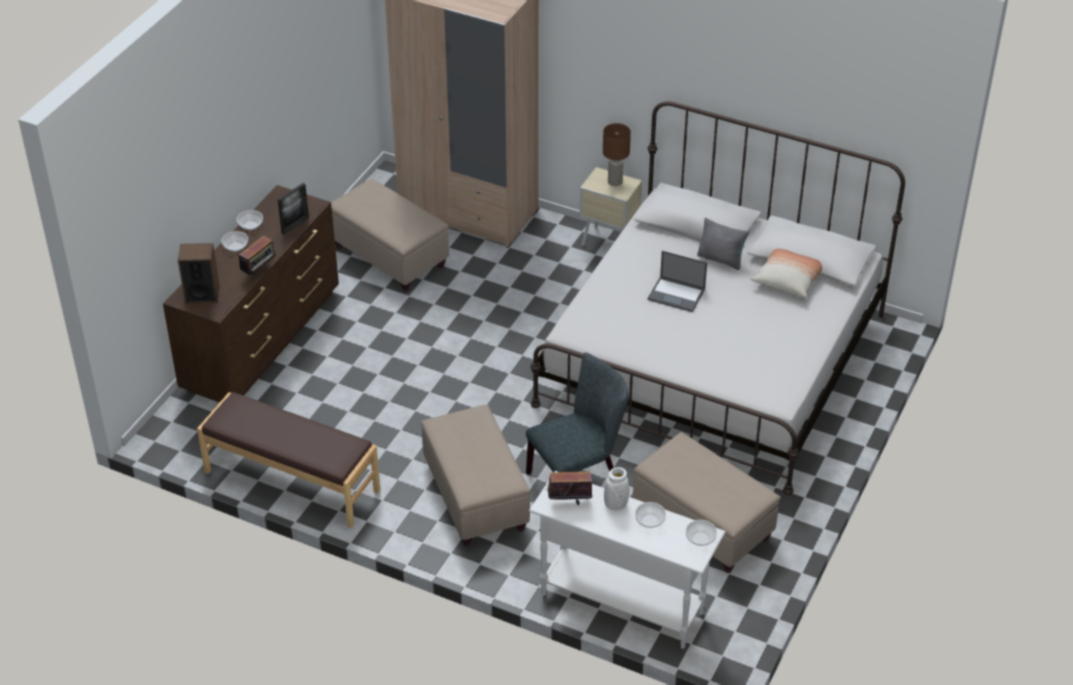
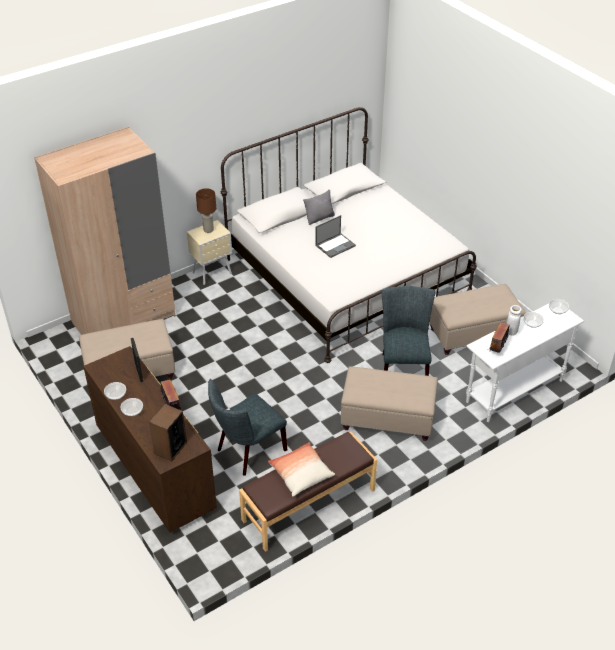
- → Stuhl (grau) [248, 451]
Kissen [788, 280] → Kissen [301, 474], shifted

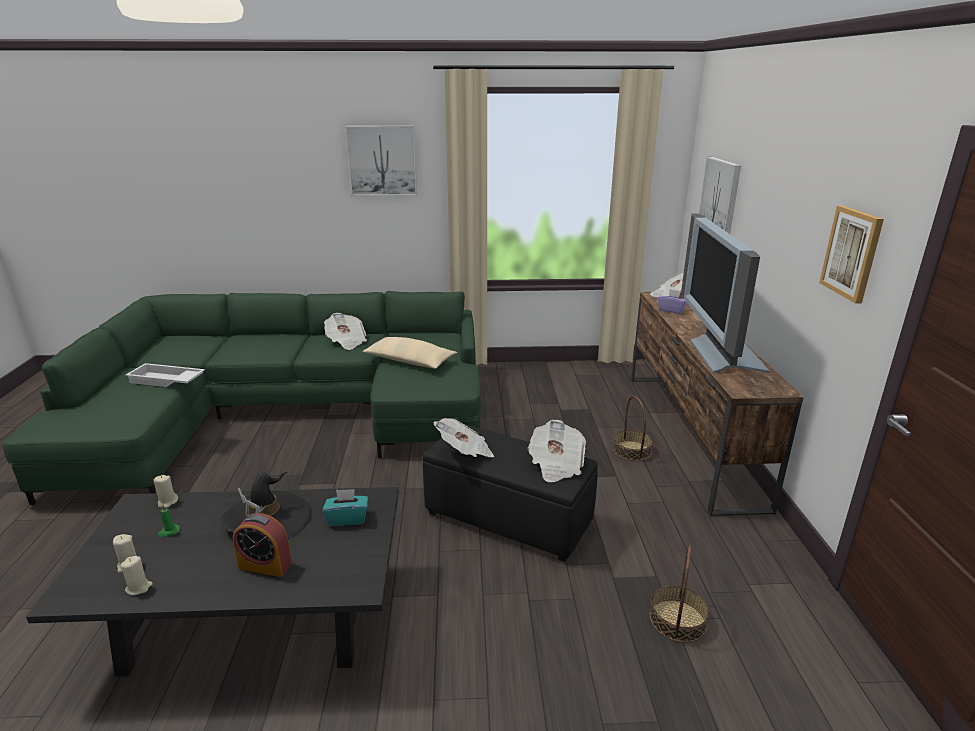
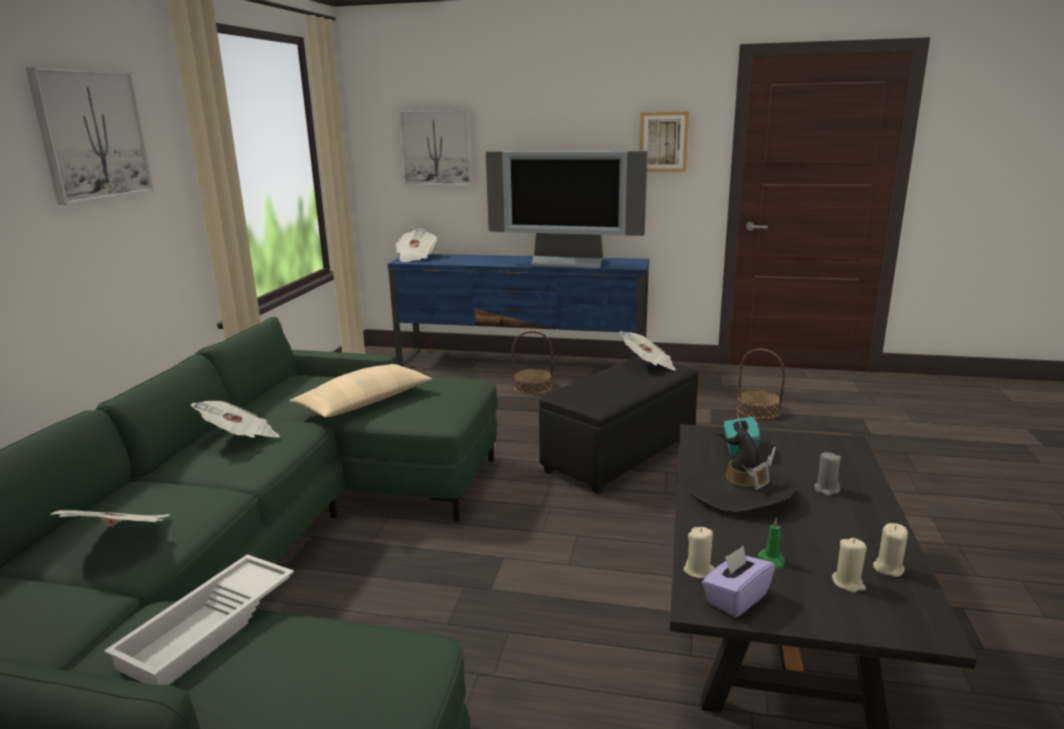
Zeitung [465, 452] → Zeitung [121, 538], shifted
Taschentuchbox (lila) [671, 310] → Taschentuchbox (lila) [736, 599], shifted
Wecker [265, 565] → Kerze (grau) [826, 489]
Fernsehschrank (braun) [690, 435] → Fernsehschrank (blau) [521, 363]

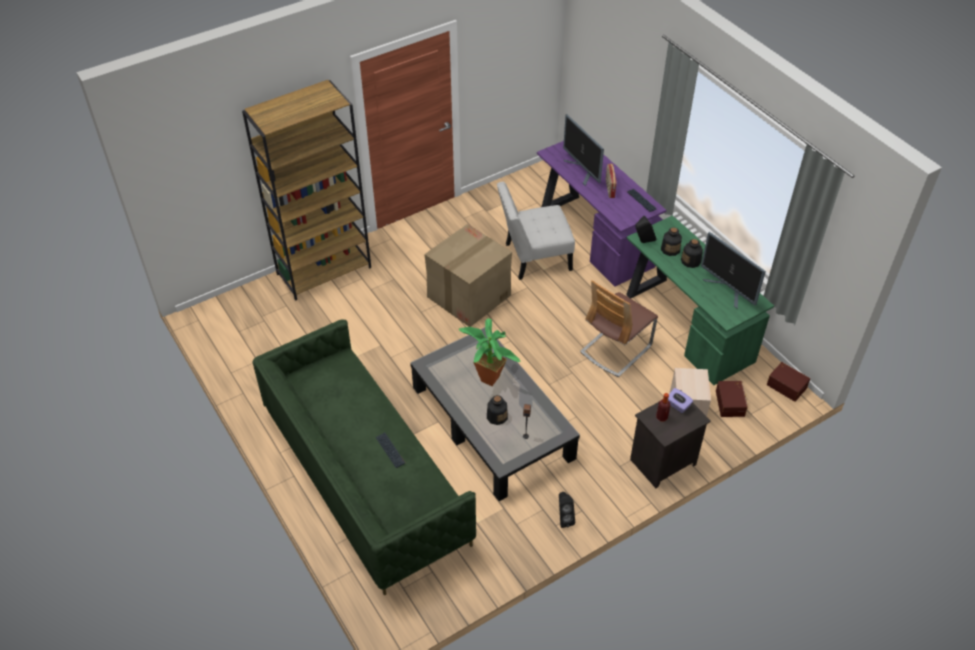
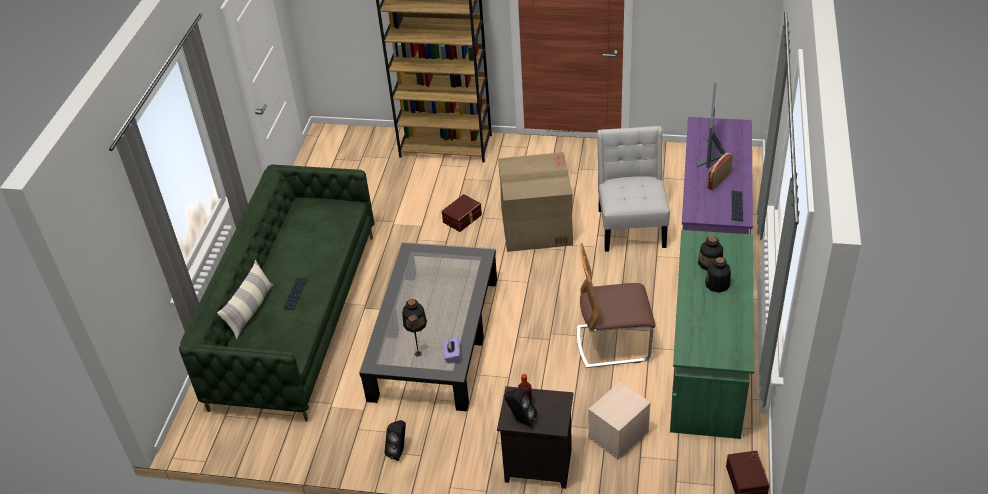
Topfpflanze [488, 376] → -
Monitor [728, 291] → -
- → Kissen [250, 310]
Lautsprecher (schwarz) [643, 242] → Lautsprecher (schwarz) [521, 420], shifted
Taschentuchbox (lila) [678, 405] → Taschentuchbox (lila) [452, 355], shifted
Aufbewahrungsbox (braun) [731, 403] → Aufbewahrungsbox (braun) [463, 219], shifted
Stuhl (weiß) [534, 257] → Stuhl (weiß) [631, 225], 60 degrees clockwise

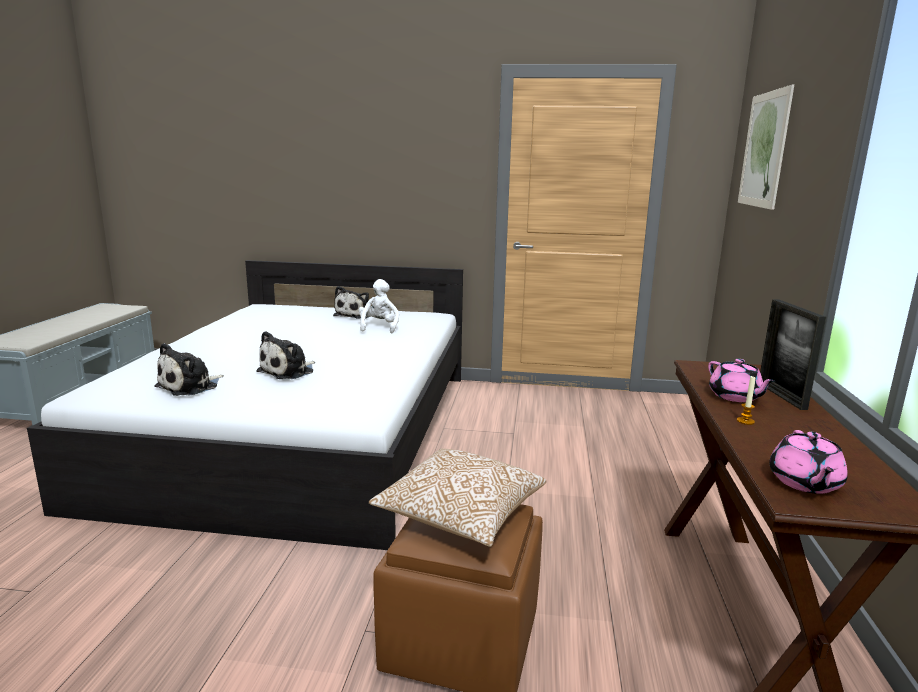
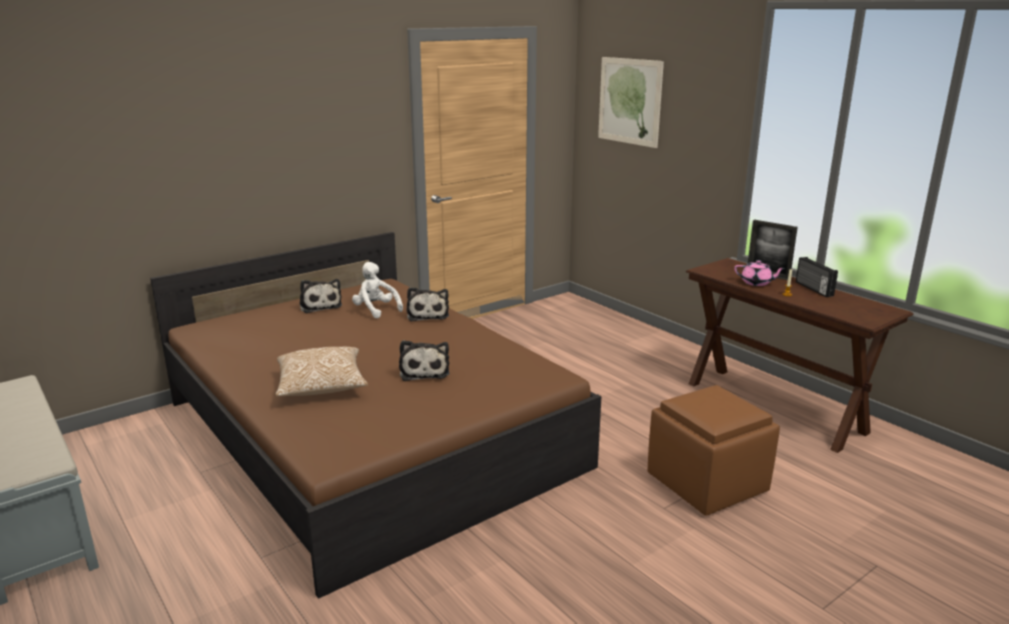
Teekanne (rosa) [804, 483] → -
- → Radio [813, 289]
Plüschtier [190, 386] → Plüschtier [427, 314], shifted
Kissen [460, 515] → Kissen [321, 387], shifted
Bett (weiß) [303, 431] → Bett (braun) [368, 434]

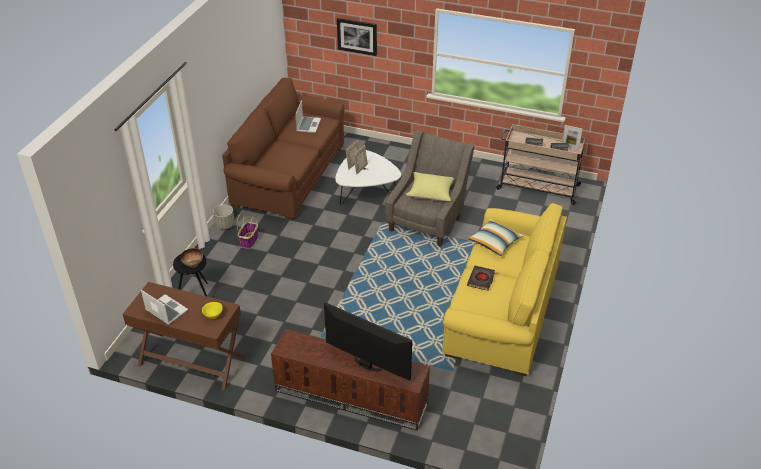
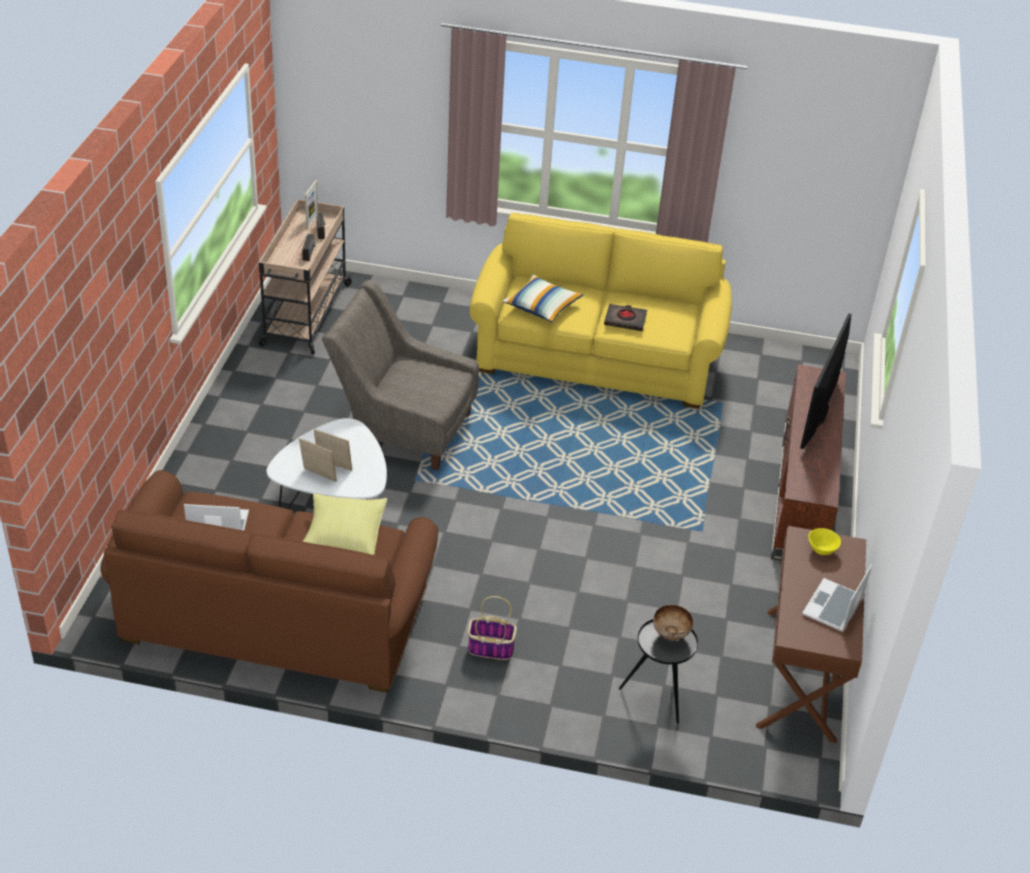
Pflanzkübel (grau) [225, 225] → -
Bild [357, 36] → -
Kissen (gelb) [431, 193] → Kissen (gelb) [343, 537], shifted

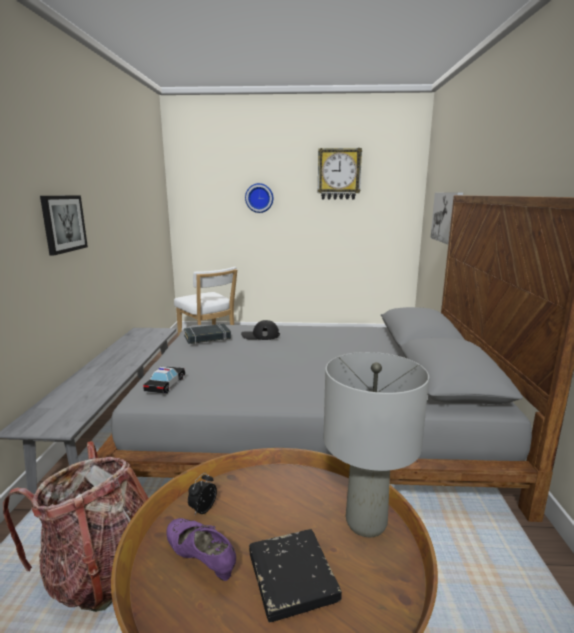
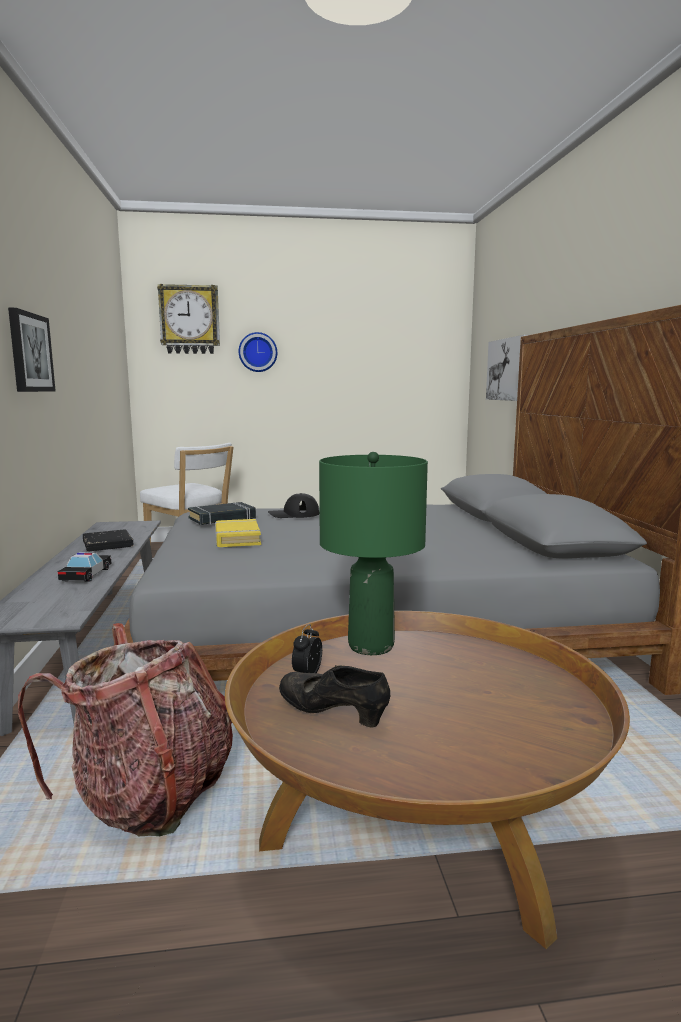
Tischlampe (grau) [365, 523] → -
- → Buch (gelb) [237, 538]
- → Tischlampe (grün) [371, 646]
Spielzeugauto [165, 385] → Spielzeugauto [86, 575], shifted
Buch (schwarz) [292, 577] → Buch (schwarz) [108, 544], shifted
Wanduhr [339, 174] → Wanduhr [189, 320], shifted
Schuh (lila) [201, 560] → Schuh (schwarz) [333, 715]

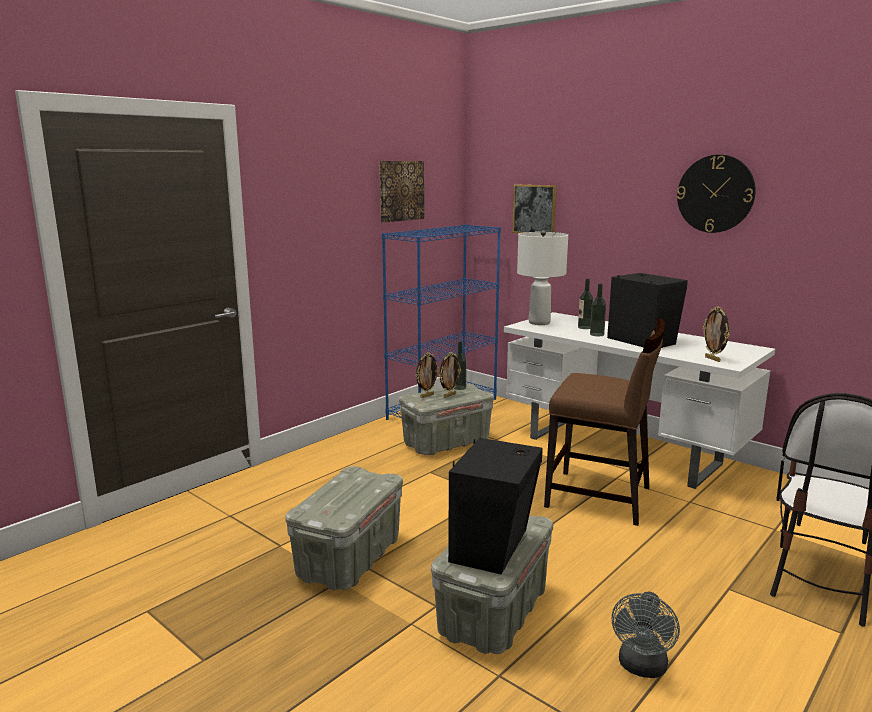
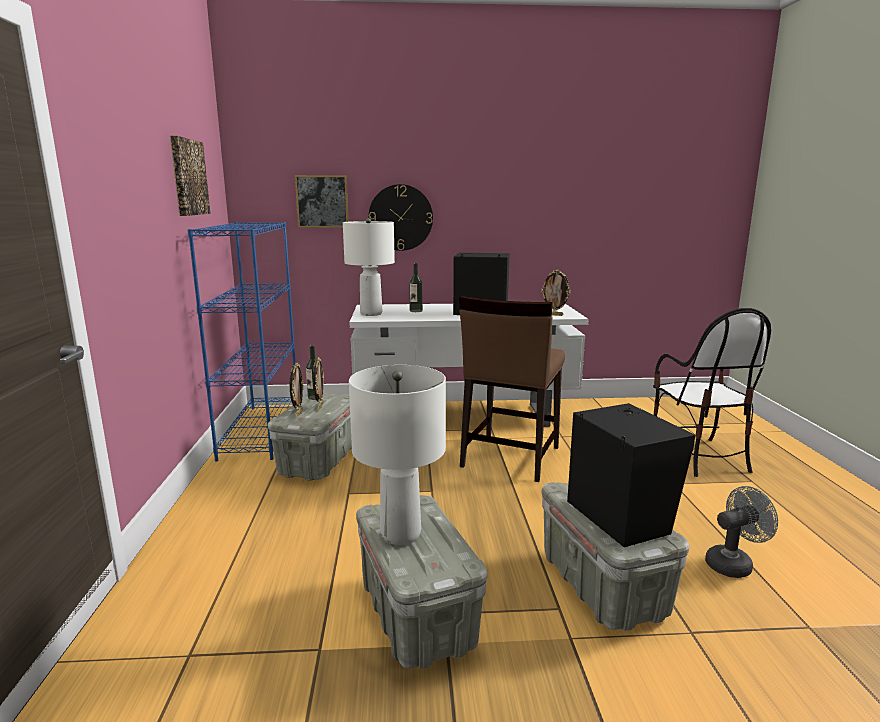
Flasche [597, 334] → -
- → Tischlampe (weiß) [401, 534]
Wanduhr [715, 194] → Wanduhr [400, 217], shifted
Stuhl (braun) [599, 497] → Stuhl (braun) [509, 457], 135 degrees clockwise
Ventilator (grau) [642, 668] → Ventilator (grau) [733, 563], 90 degrees counterclockwise

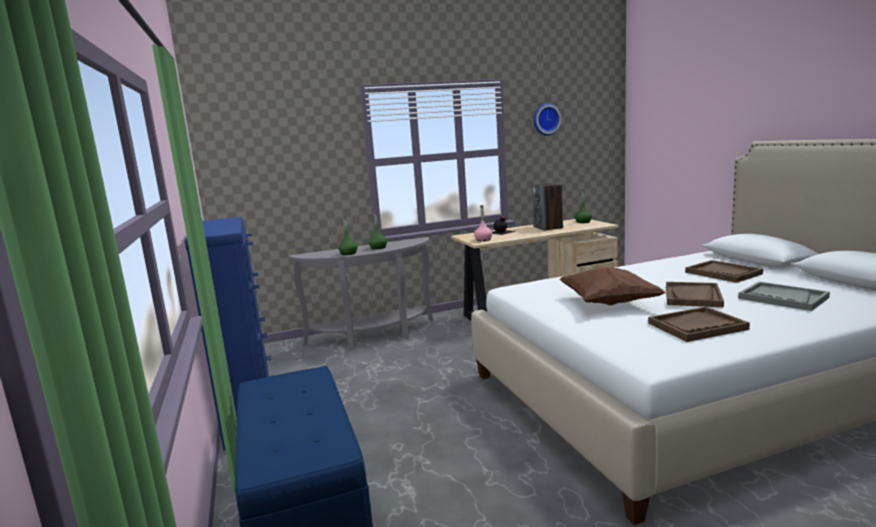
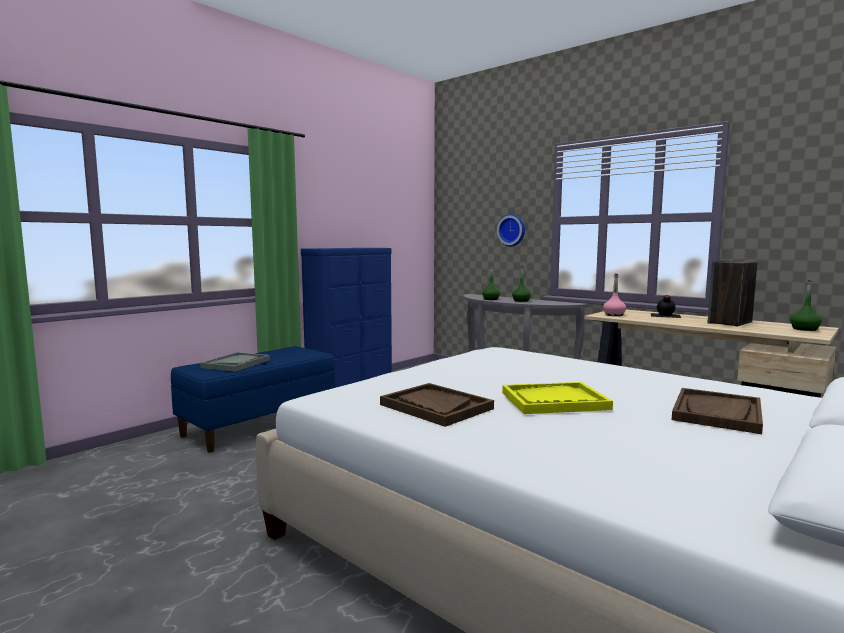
Kissen (braun) [608, 303] → -
Wanduhr [545, 119] → Wanduhr [512, 230], shifted
Tablett (grau) [782, 298] → Tablett (grau) [236, 363], shifted
Tablett (braun) [693, 296] → Tablett (gelb) [554, 401]

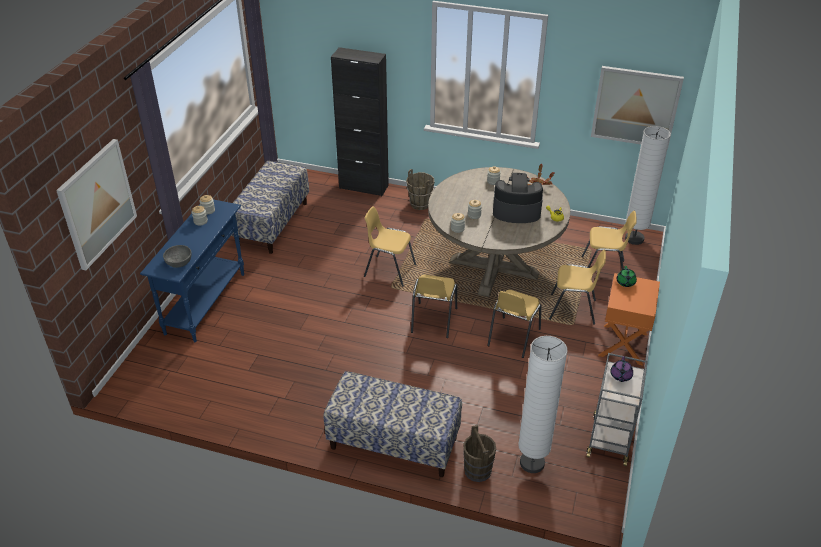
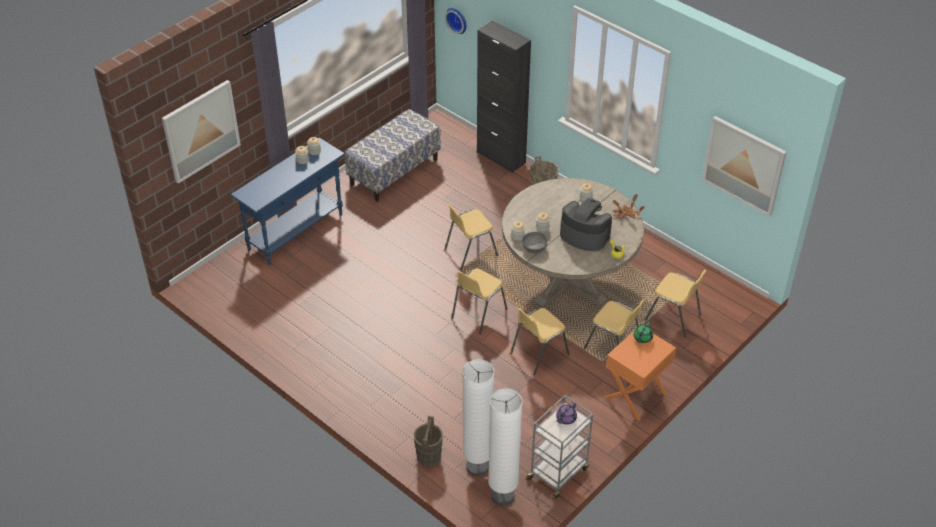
Bank [393, 443] → -
- → Wanduhr [457, 19]
Schüssel (grau) [179, 262] → Schüssel (grau) [534, 247], shifted
Stehlampe (weiß) [634, 239] → Stehlampe (weiß) [503, 496], shifted
Stuhl (gelb) [389, 270] → Stuhl (gelb) [470, 252], 75 degrees counterclockwise

